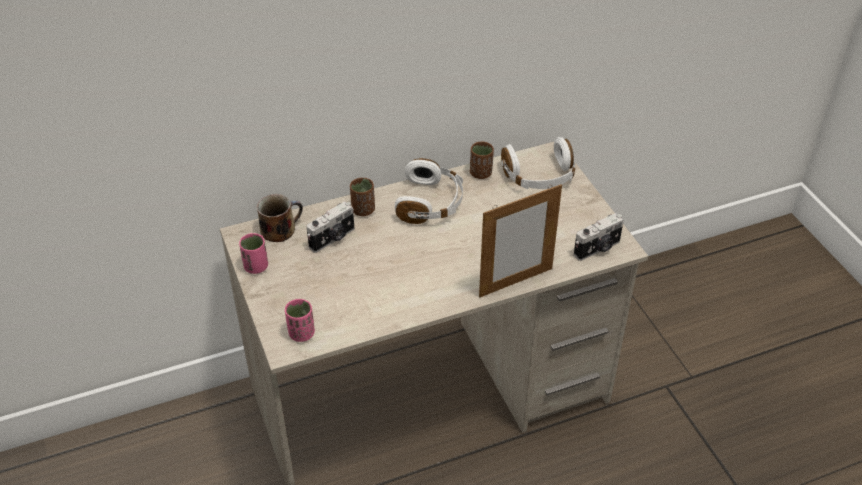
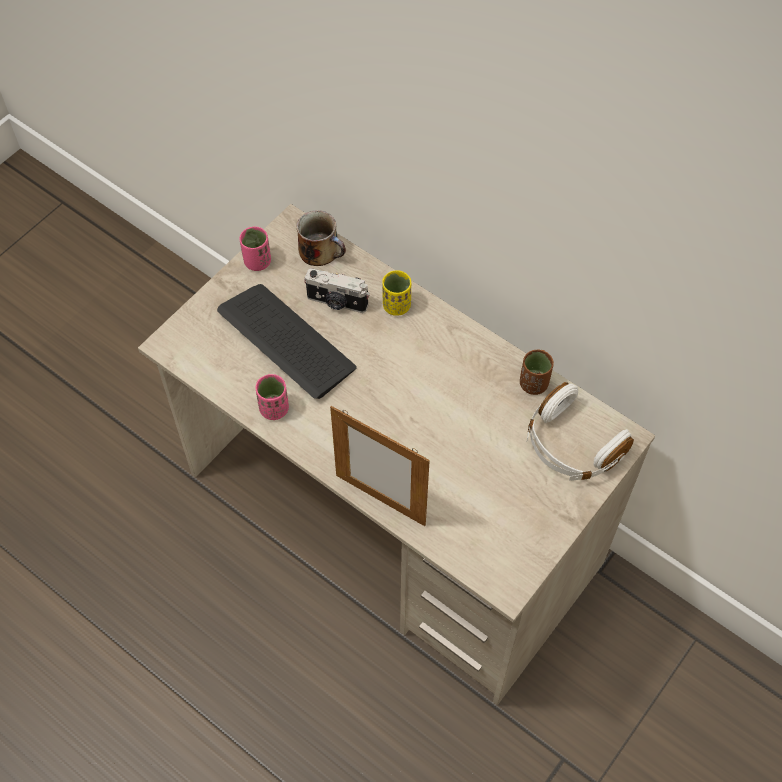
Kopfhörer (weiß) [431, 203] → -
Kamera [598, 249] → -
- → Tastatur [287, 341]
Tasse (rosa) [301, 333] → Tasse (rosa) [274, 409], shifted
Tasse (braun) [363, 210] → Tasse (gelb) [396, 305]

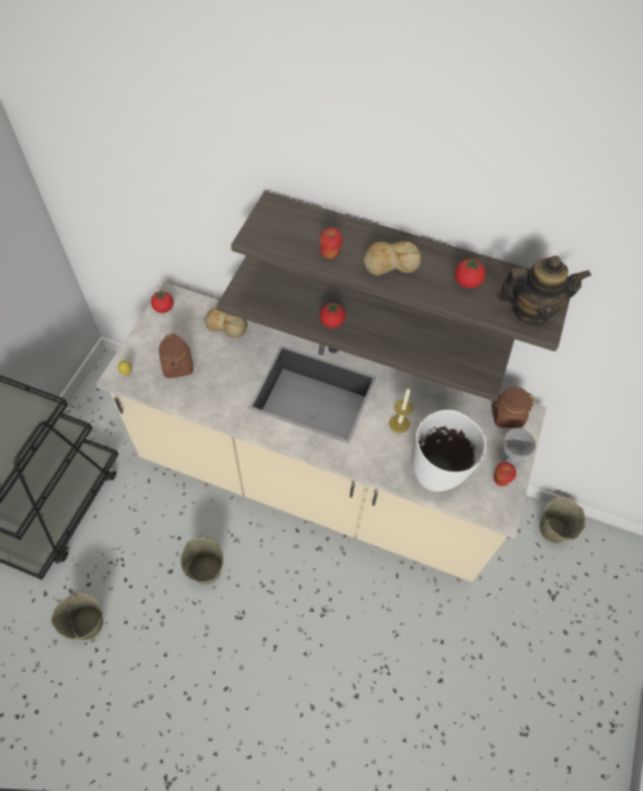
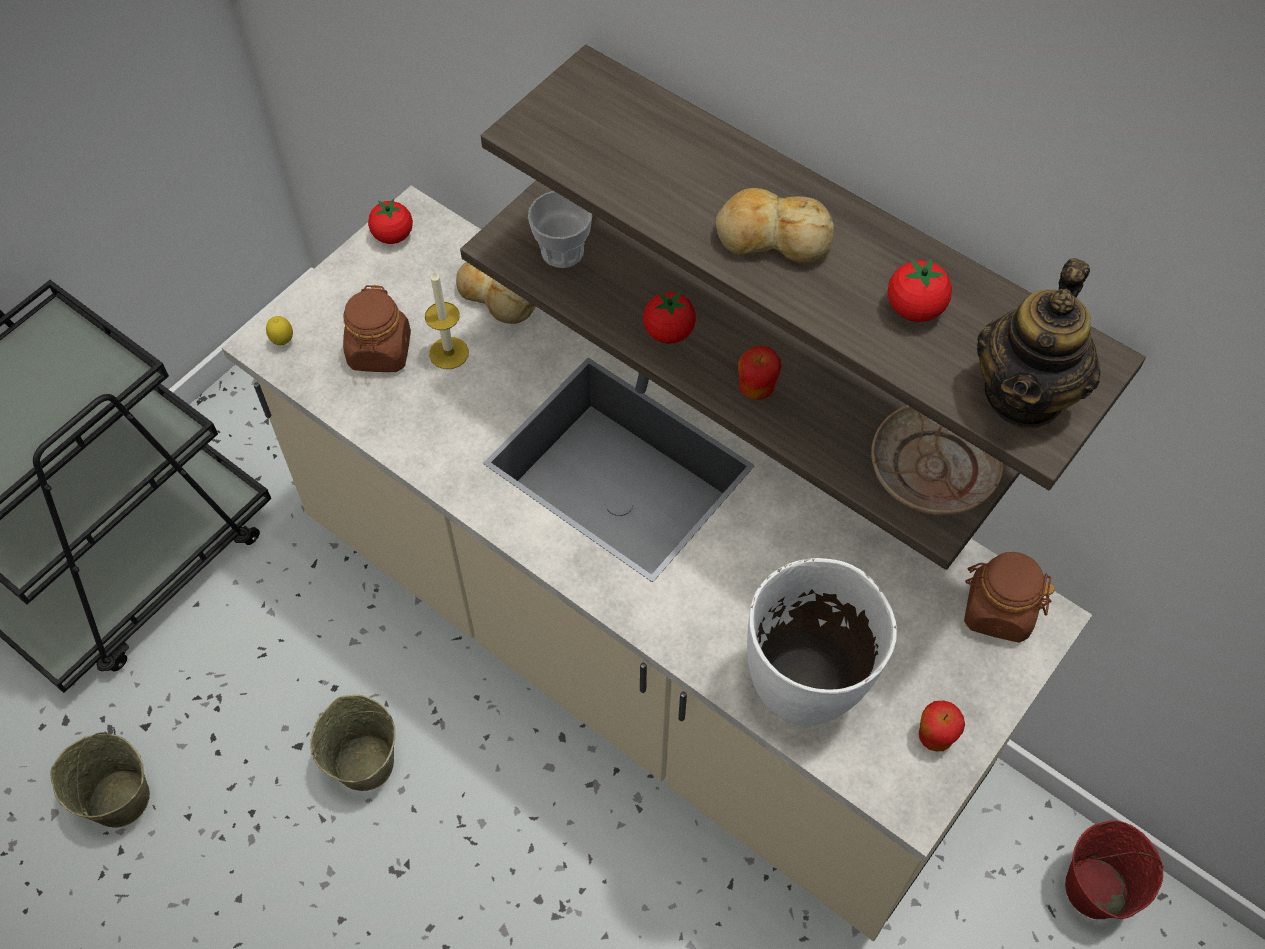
- → Teller (beige) [932, 470]
Apfel [330, 254] → Apfel [756, 389], shifted
Kerze [399, 423] → Kerze [449, 353], shifted
Tasse [512, 455] → Tasse [562, 251], shifted
Eimer (beige) [553, 530] → Eimer (rot) [1095, 890]
Teekanne [530, 310] → Teekanne [1025, 394], 105 degrees clockwise

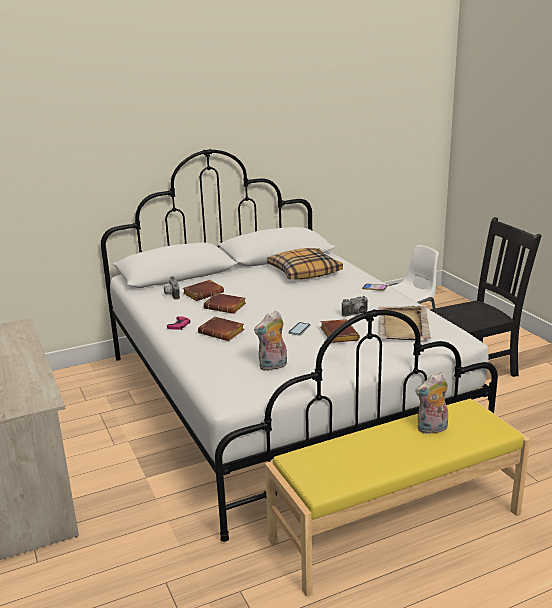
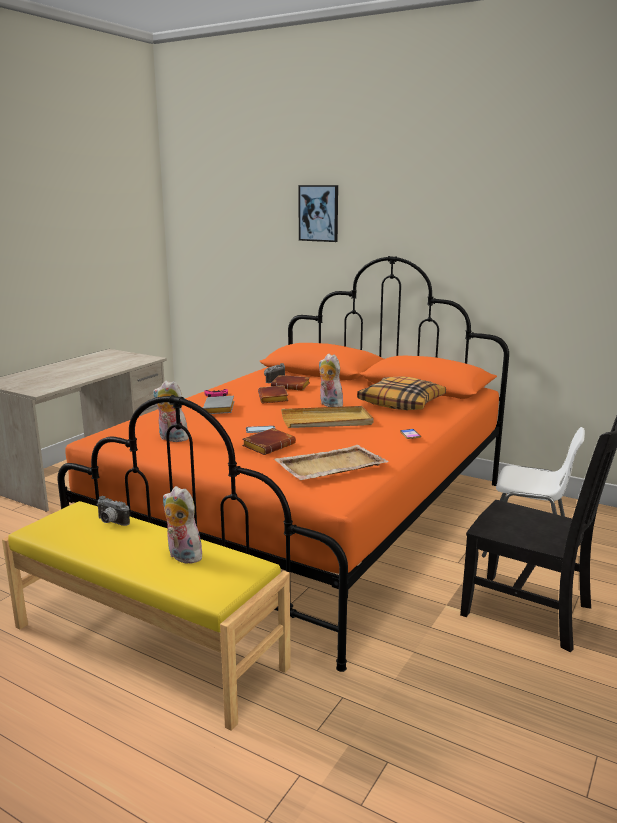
- → Tablett (beige) [327, 421]
- → Bild [319, 213]
- → Plüschtier [329, 404]
Kamera [356, 314] → Kamera [110, 522], shifted
Bett (weiß) [279, 400] → Bett (orange) [309, 521]
Buch (braun) [223, 332] → Buch (grau) [220, 409]

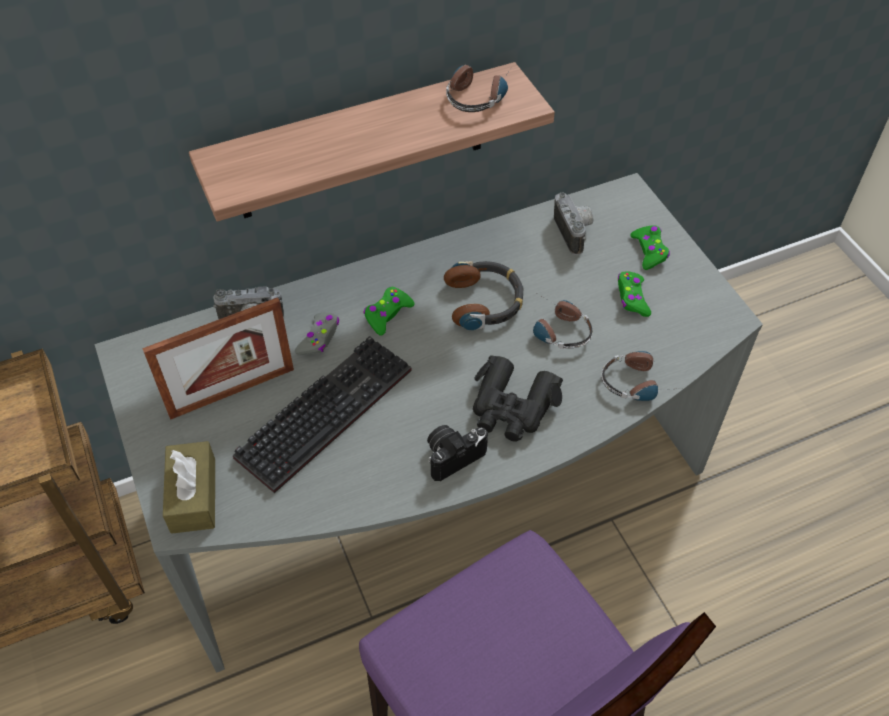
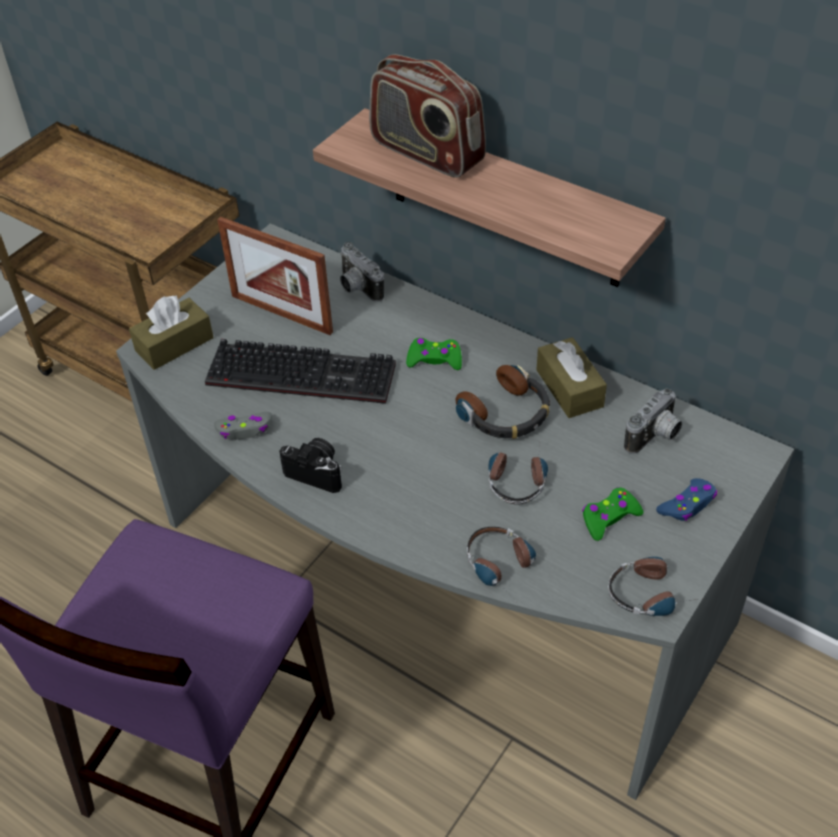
Fernglas (schwarz) [512, 407] → -
- → Radio [426, 153]
- → Taschentuchbox (braun) [569, 388]
Gamepad (grau) [319, 338] → Gamepad (grau) [245, 430], shifted
Kopfhörer [478, 94] → Kopfhörer [653, 593], shifted
Gamepad (grün) [649, 251] → Gamepad (blau) [687, 505]

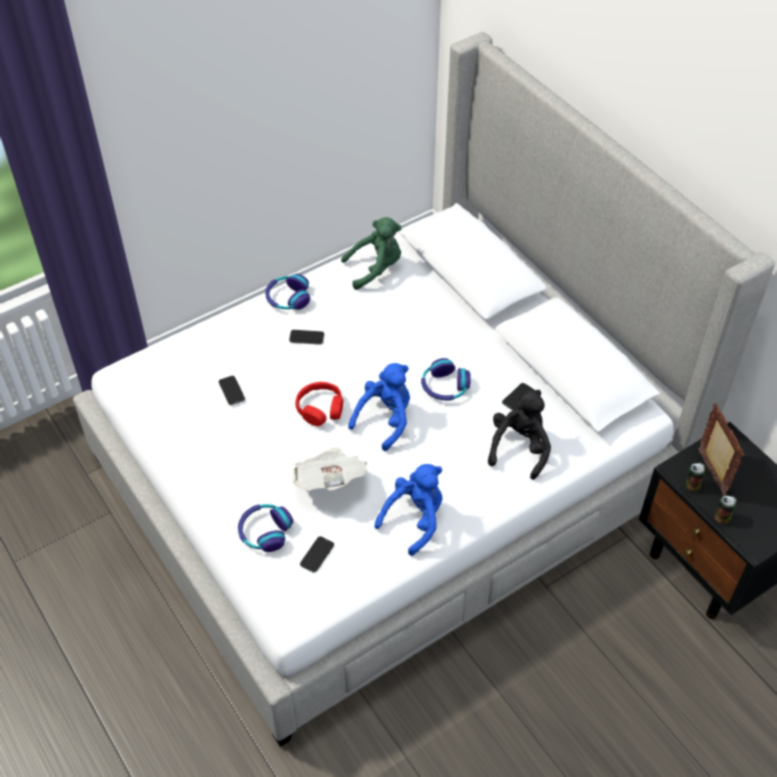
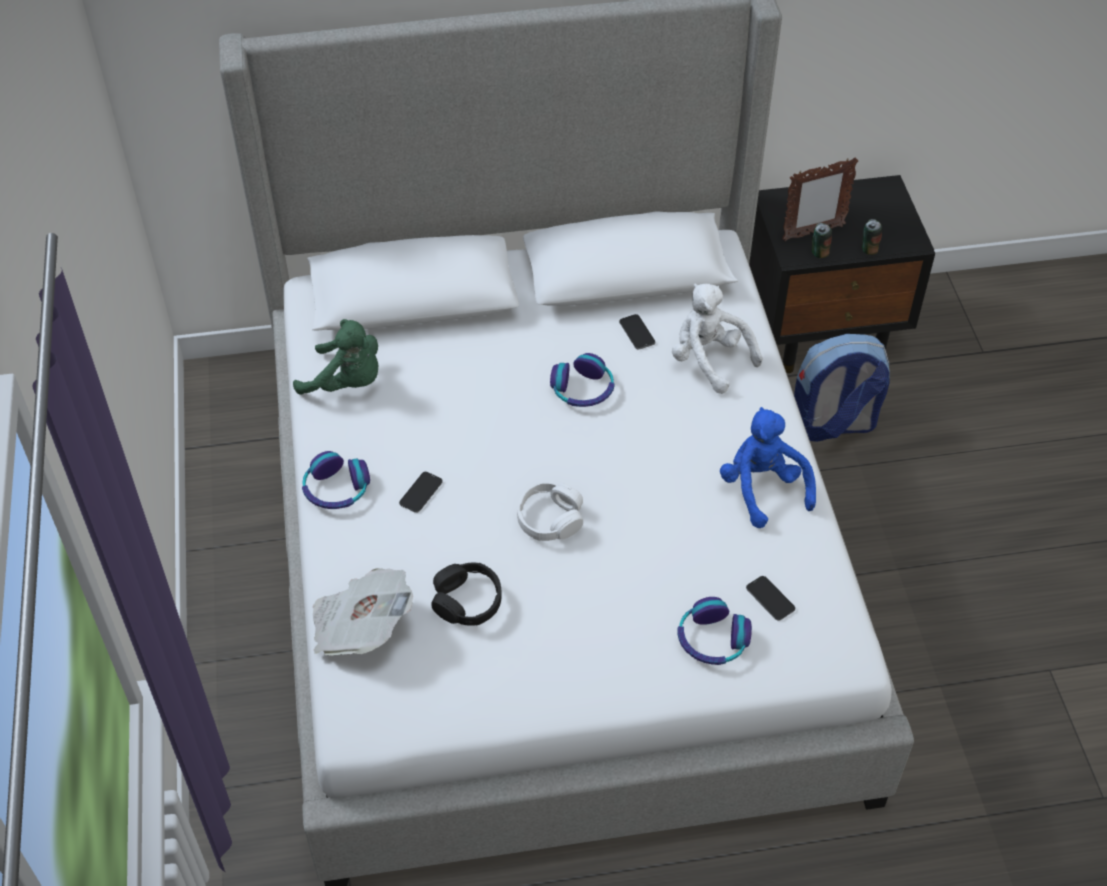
Plüschtier (blau) [385, 419] → -
- → Rucksack [832, 425]
Zeitung [330, 481] → Zeitung [361, 627], shifted
Handy [231, 391] → Kopfhörer (schwarz) [467, 601]
Kopfhörer (rot) [320, 409] → Kopfhörer (weiß) [550, 519]
Plüschtier (schwarz) [520, 448] → Plüschtier (weiß) [709, 360]
Plüschtier (grün) [376, 269] → Plüschtier (grün) [347, 383], 105 degrees clockwise
Bilderrahmen [711, 474] → Bilderrahmen [812, 233], 150 degrees clockwise

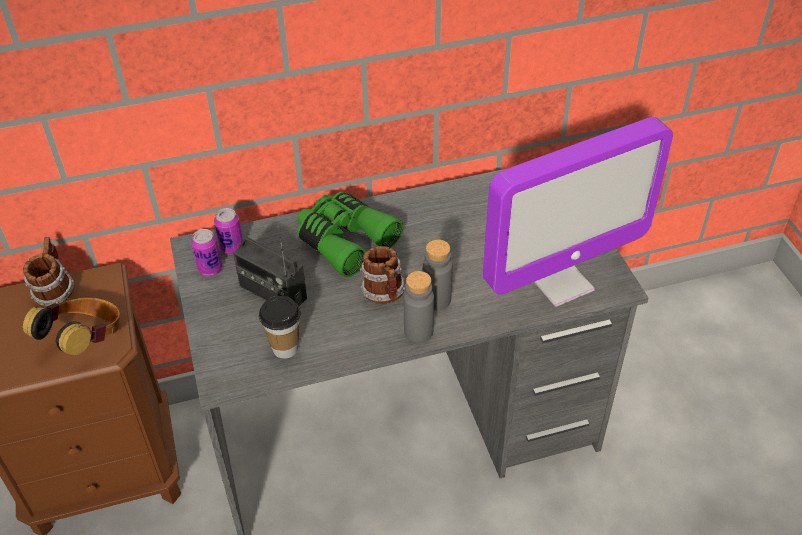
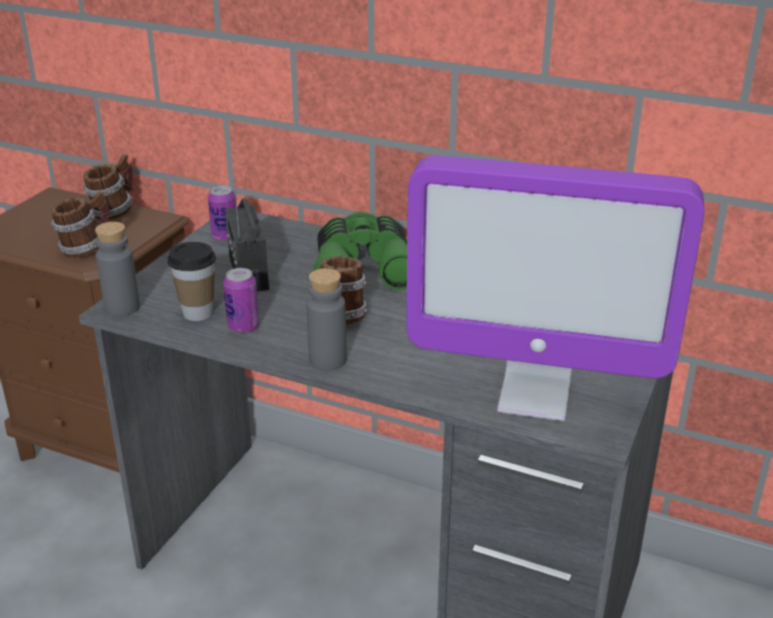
Dose [232, 248] → Dose [243, 326], shifted
Flasche (grau) [436, 299] → Flasche (grau) [122, 307], shifted
Kopfhörer [85, 341] → Henkelbecher [86, 249]

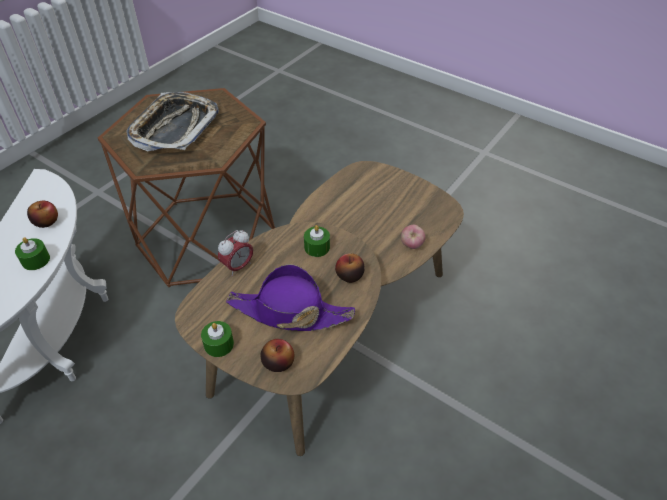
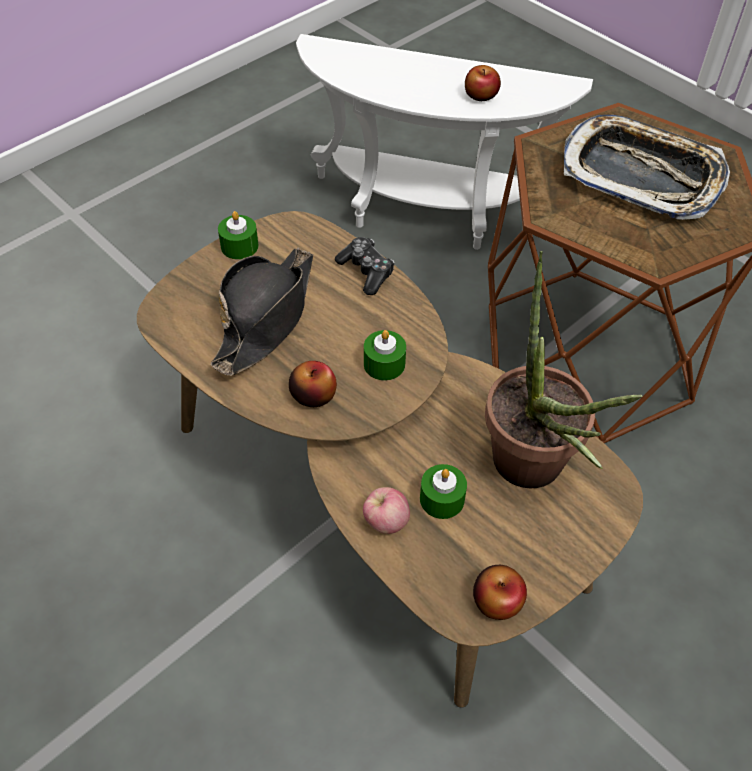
- → Topfpflanze [532, 473]
Kerze (grün) [35, 260] → Kerze (grün) [442, 499], shifted
Apfel [278, 362] → Apfel [497, 601], shifted
Wecker [238, 267] → Gamepad [366, 271]
Hut (lila) [289, 312] → Hut (schwarz) [266, 317]

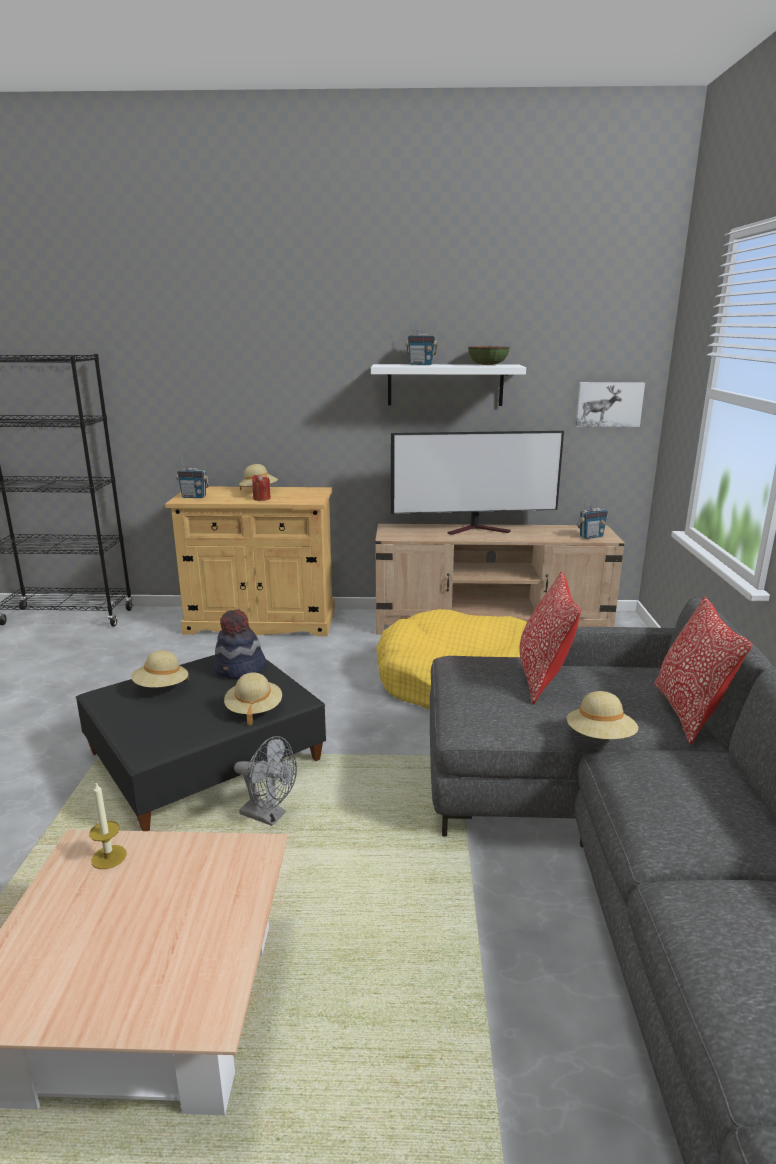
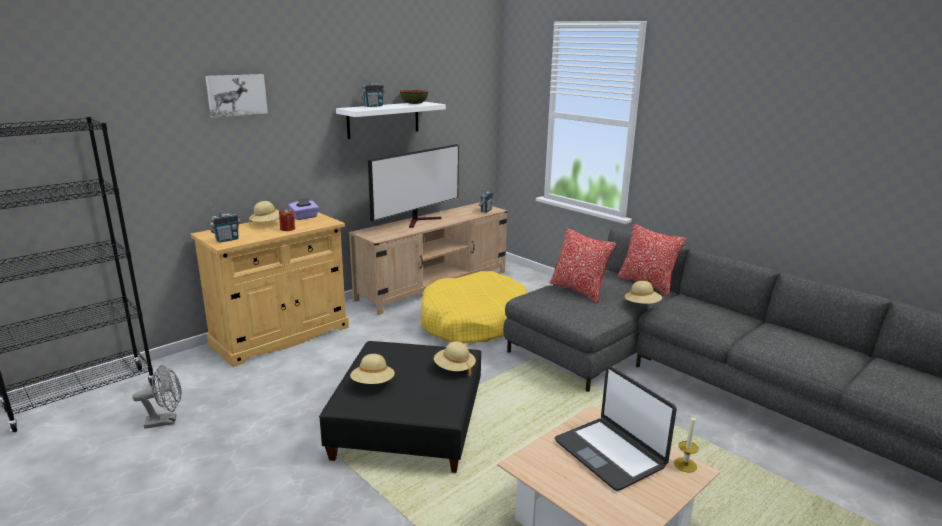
Hut [240, 669] → -
- → Taschentuchbox (lila) [304, 217]
- → Laptop [610, 453]
Kerze [109, 857] → Kerze [685, 465], shifted
Ventilator (grau) [269, 815] → Ventilator (grau) [166, 421], shifted
Bild [608, 404] → Bild [236, 95], shifted

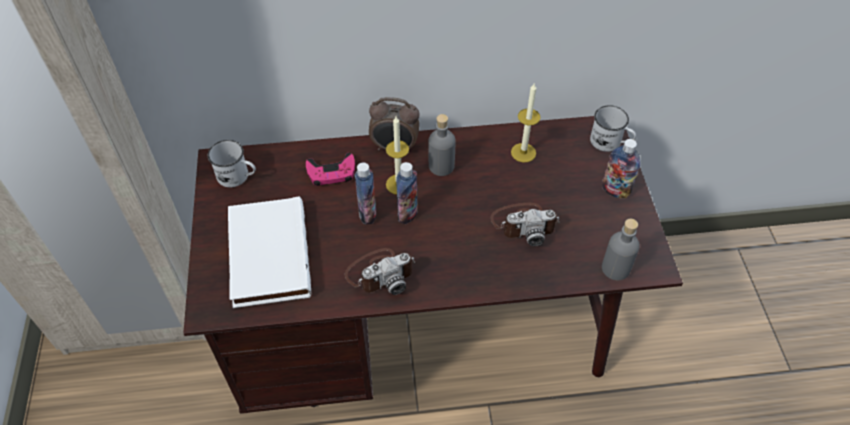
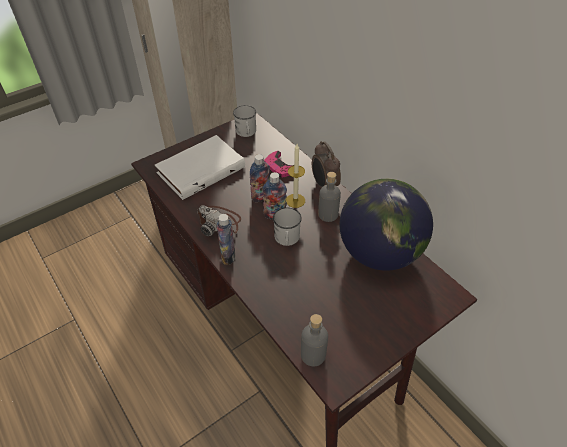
Kamera [524, 224] → -
Henkelbecher (weiß) [610, 142] → Henkelbecher (weiß) [286, 239], shifted
Flasche [615, 190] → Flasche [228, 256], shifted
Kerze [523, 152] → Globus [379, 253]

